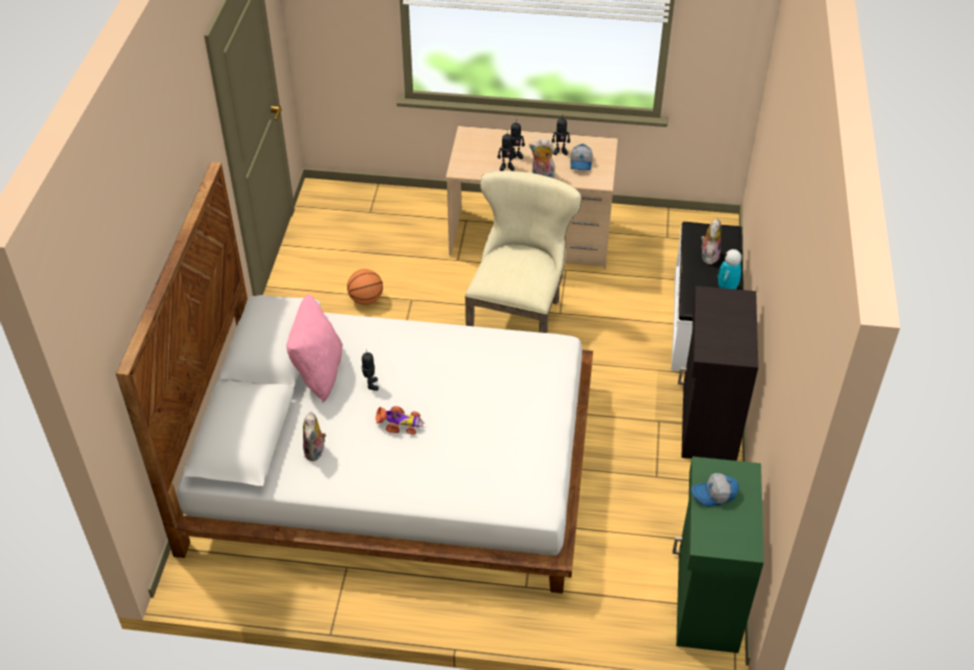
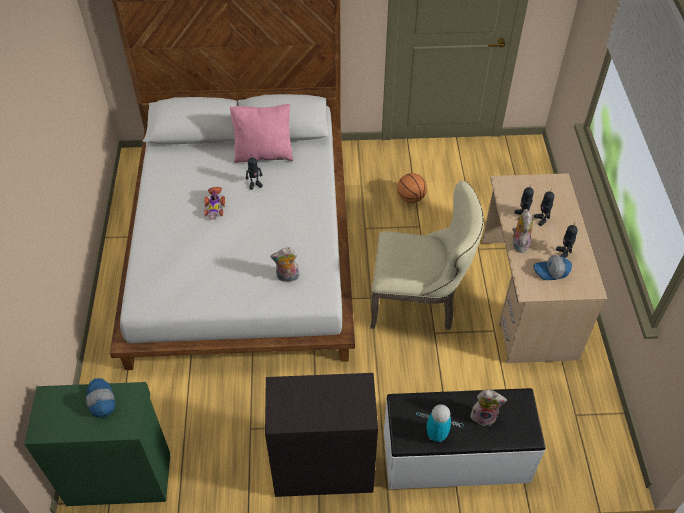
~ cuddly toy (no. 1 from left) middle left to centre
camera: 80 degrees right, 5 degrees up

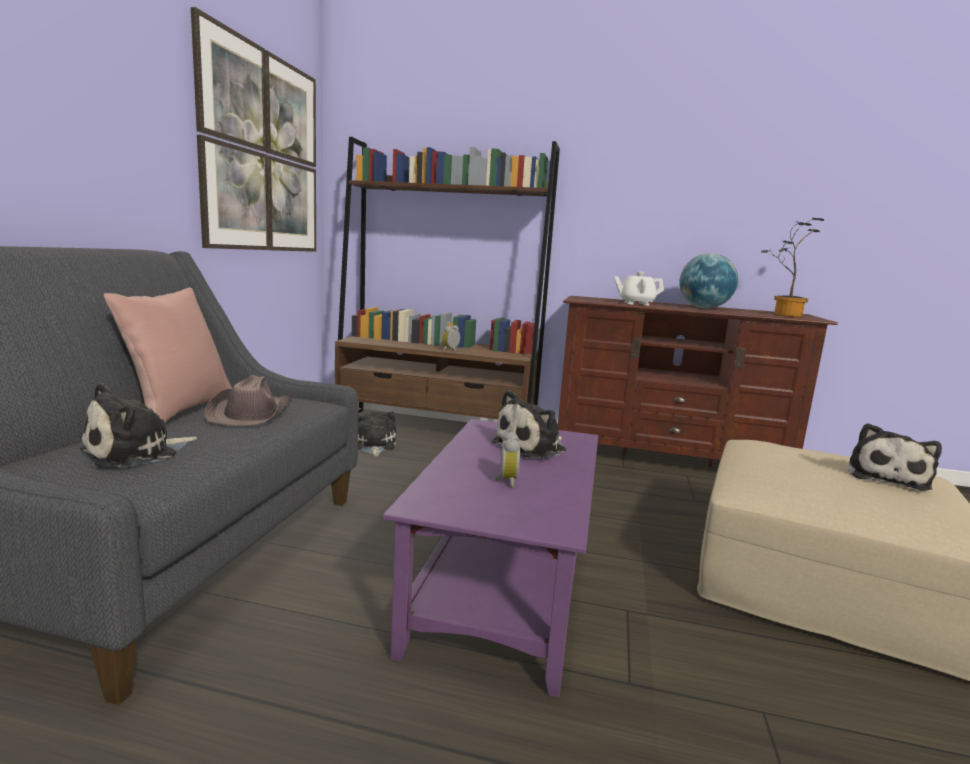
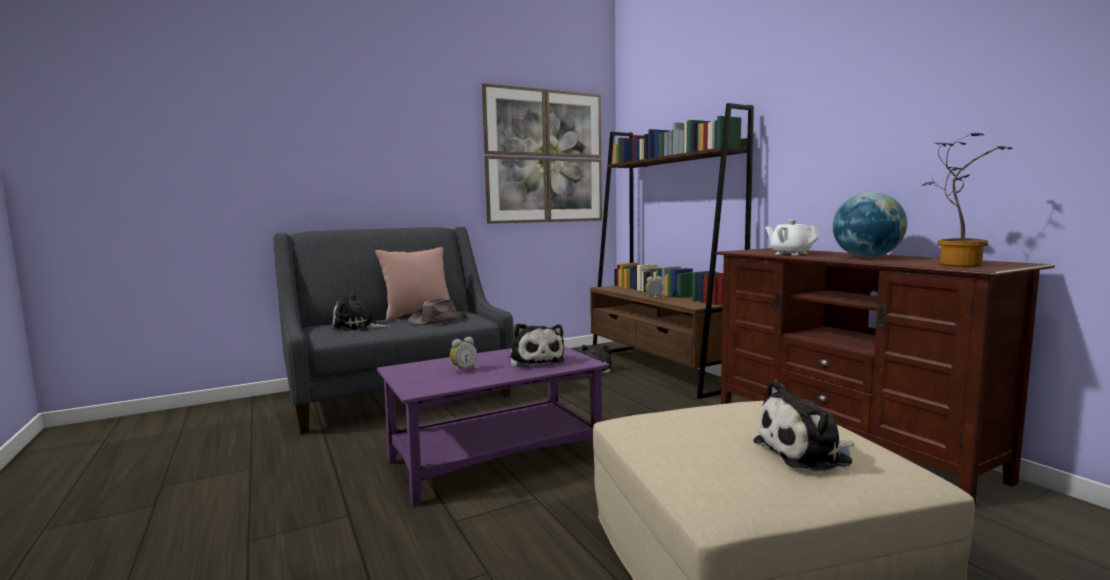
~ cuddly toy (no. 3 from left in the first image) centre = centre 120 degrees counterclockwise
camera: 50 degrees right, 5 degrees down

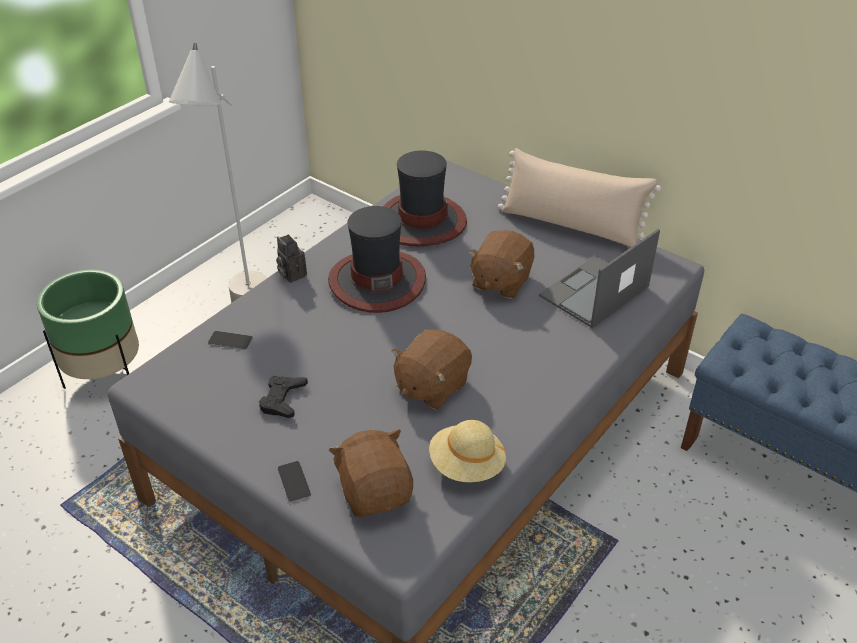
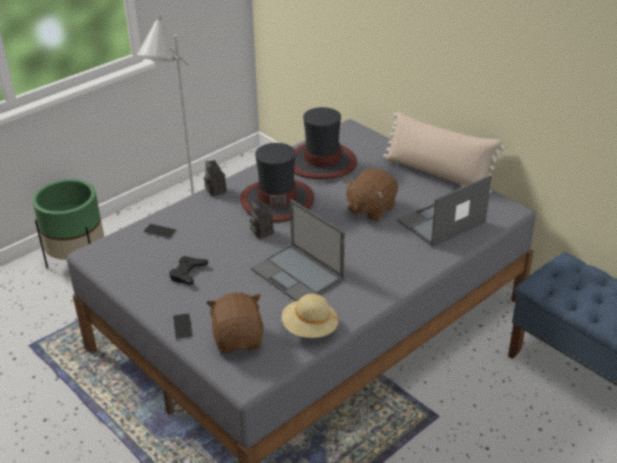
~ cuddly toy in brownish (no. 2 from left) centre to laptop (no. 1 from left) centre
+ photo camera (no. 2 from left) centre
camera: 10 degrees right, 5 degrees down

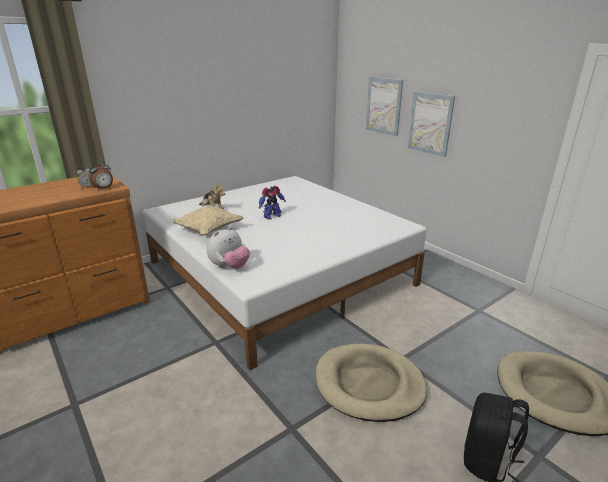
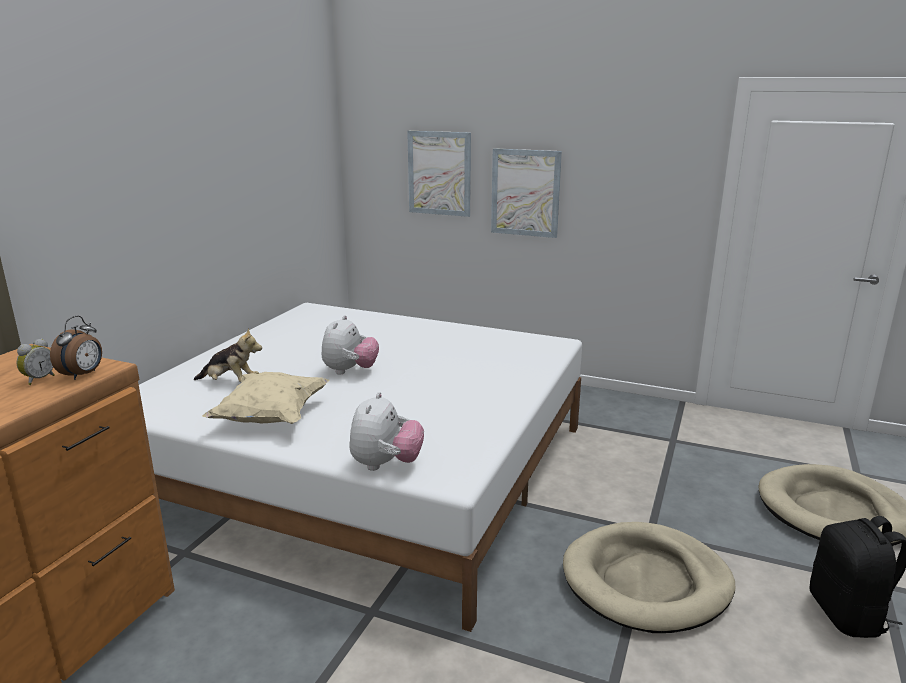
~ toy robot centre to cuddly toy (no. 2 from left) centre
camera: 30 degrees left, 5 degrees down

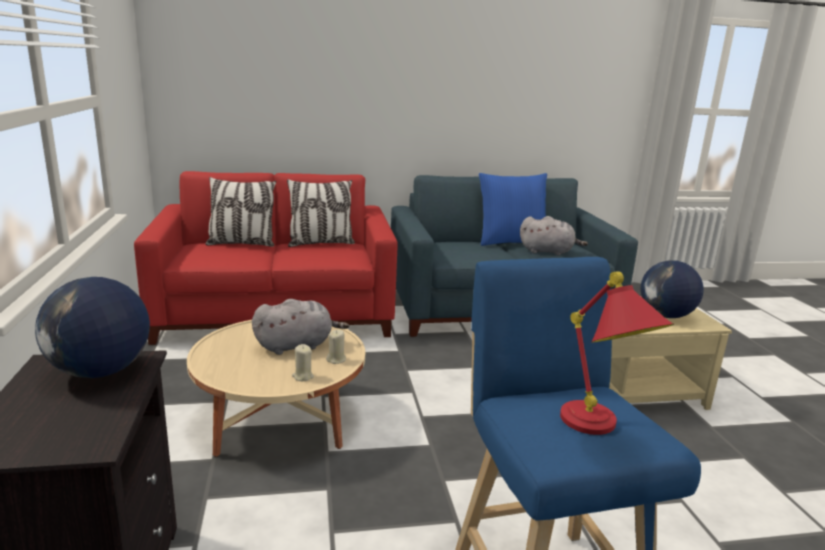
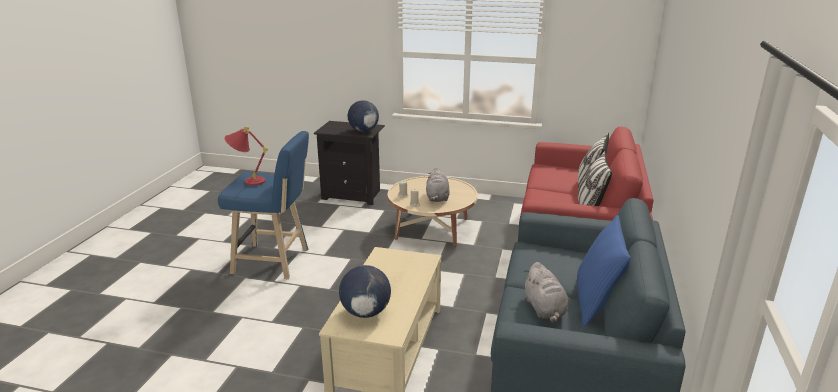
~ cuddly toy in grey (no. 2 from left) middle right = bottom centre 45 degrees counterclockwise
camera: 115 degrees right, 5 degrees up

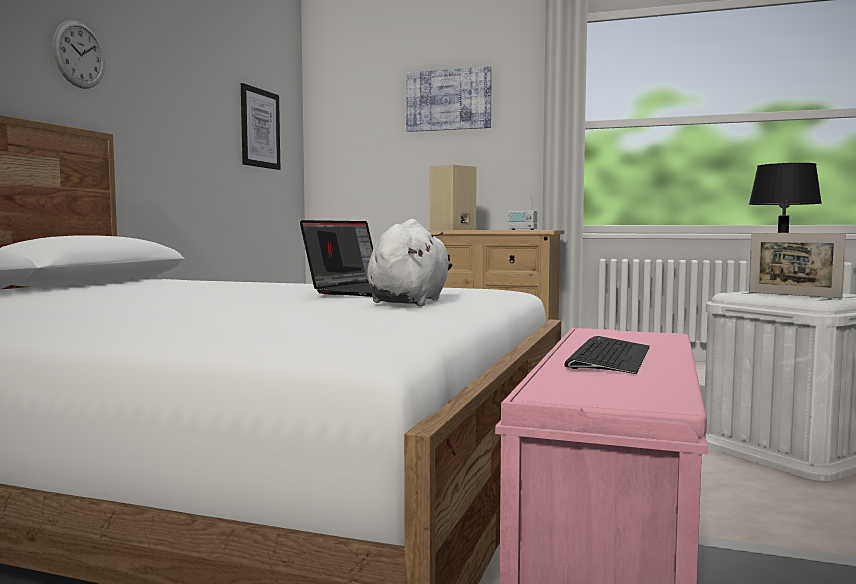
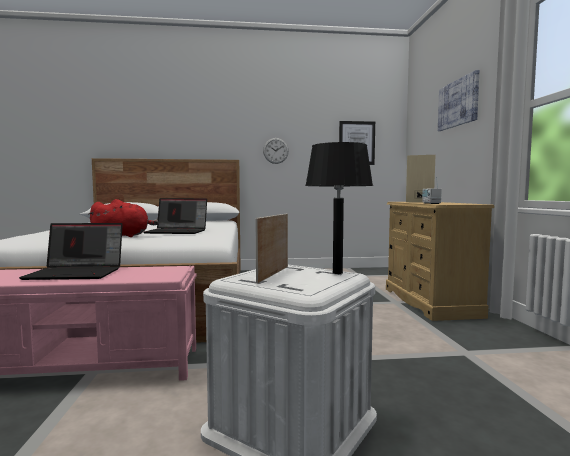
~ wall clock top left to top centre
~ cuddly toy in white-coloured centre to cuddly toy in red-coloured middle left
~ PC keyboard middle right to laptop (no. 1 from left) middle left
camera: 65 degrees right, 0 degrees up

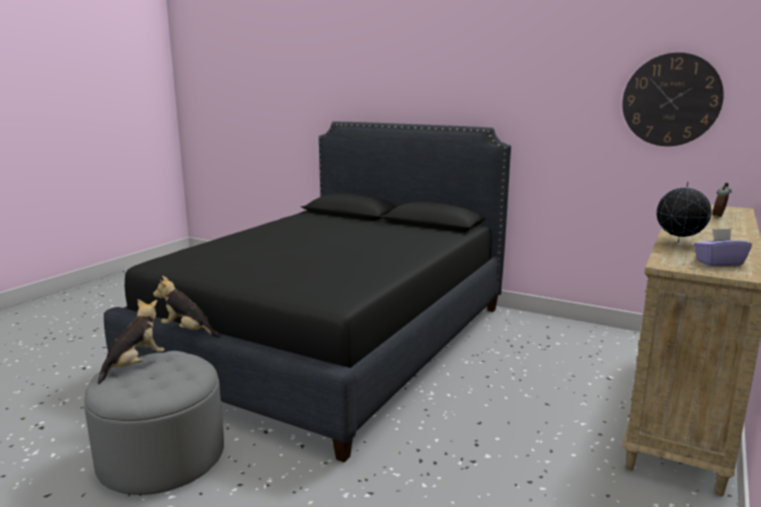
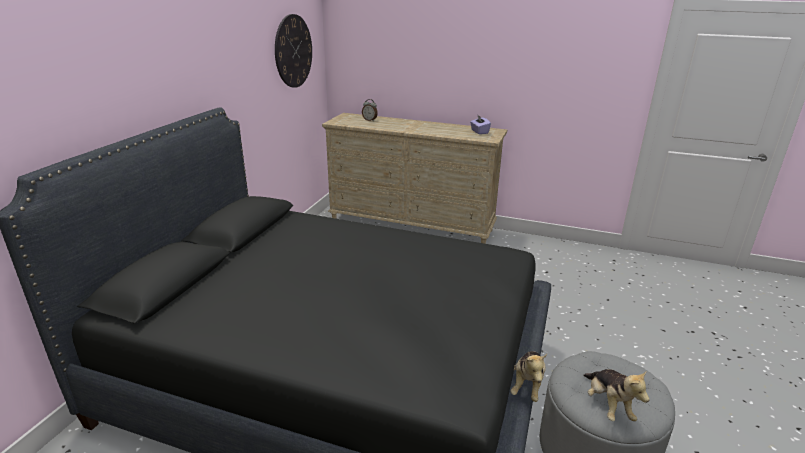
~ cuddly toy (no. 1 from left in the first image) bottom left = bottom right 120 degrees counterclockwise
- world globe middle right
camera: 100 degrees left, 10 degrees up

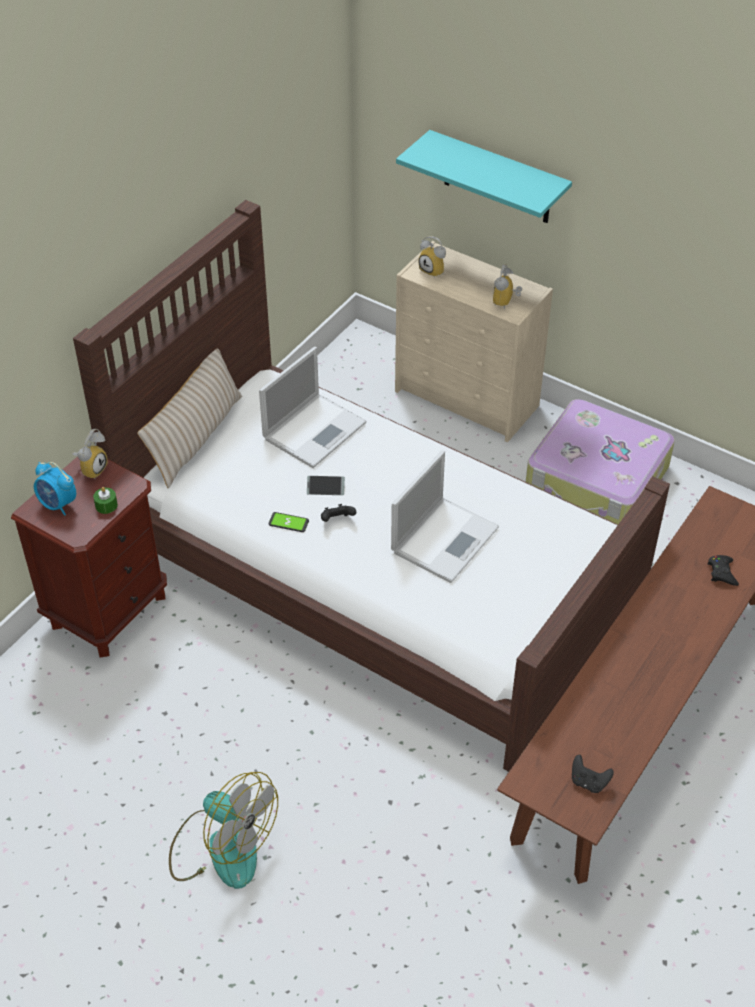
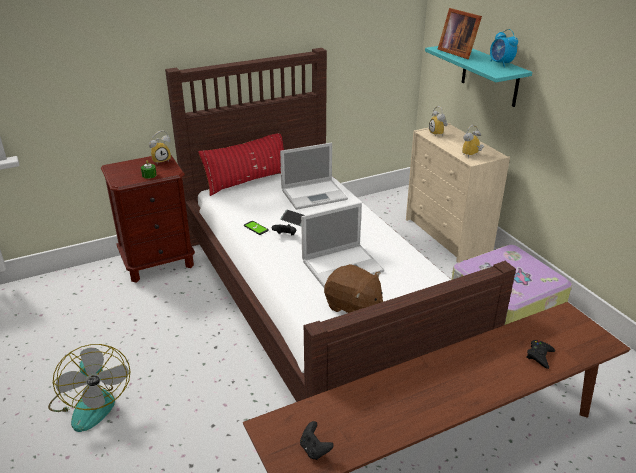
~ alarm clock (no. 1 from left in the first image) middle left to alarm clock (no. 4 from left) top right
~ throw pillow in beige middle left to throw pillow in red-coloured centre
+ cuddly toy in brownish centre
+ photo frame top right
camera: 30 degrees right, 15 degrees down

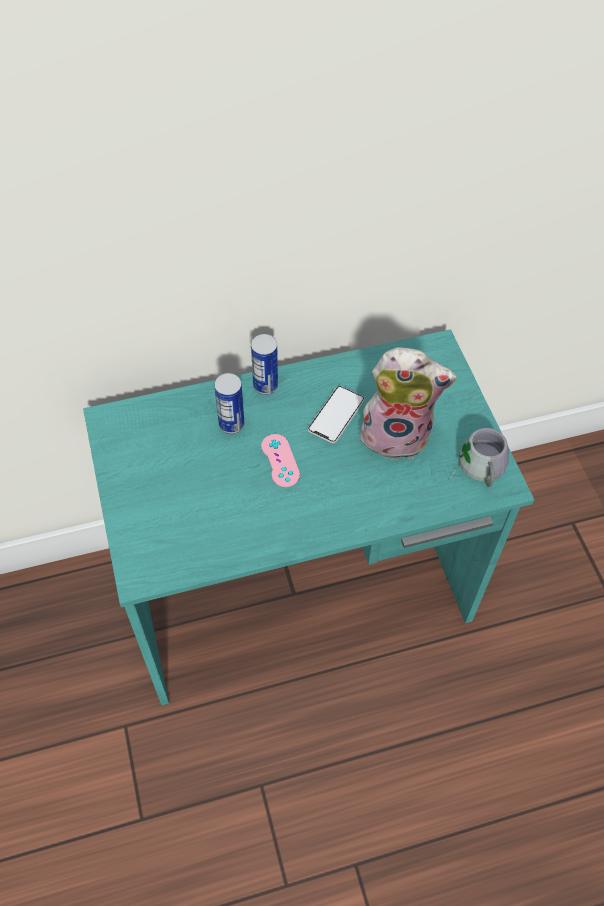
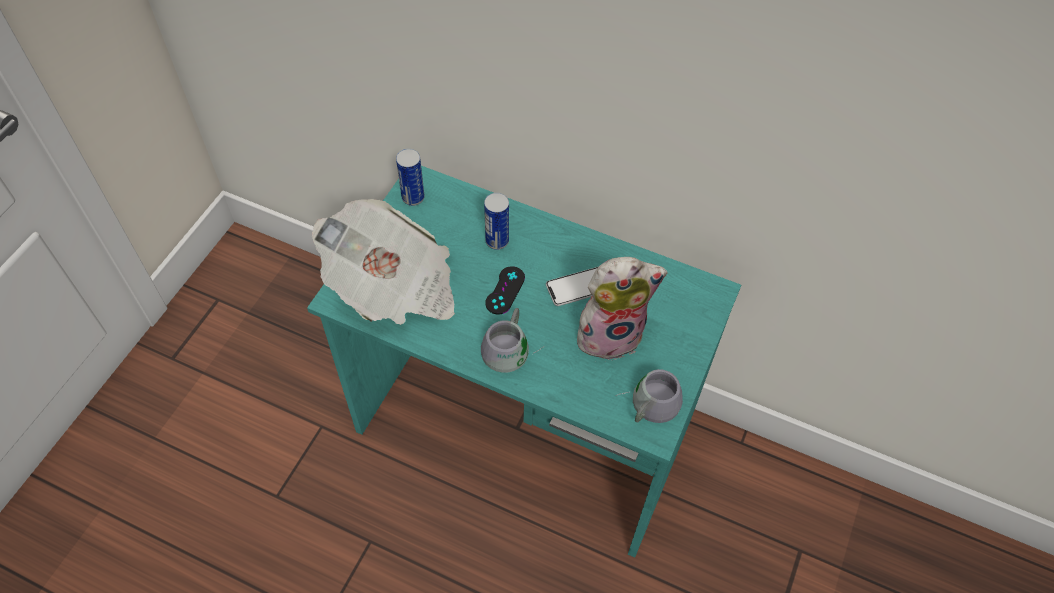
~ sealed can (no. 2 from left in the first image) centre to sealed can (no. 1 from left) top centre
~ game controller in pinkish centre to game controller in black-coloured centre
~ cuddly toy middle right = centre 60 degrees counterclockwise
+ daily paper centre
+ mug in grey (no. 1 from left) centre
camera: 40 degrees right, 0 degrees up

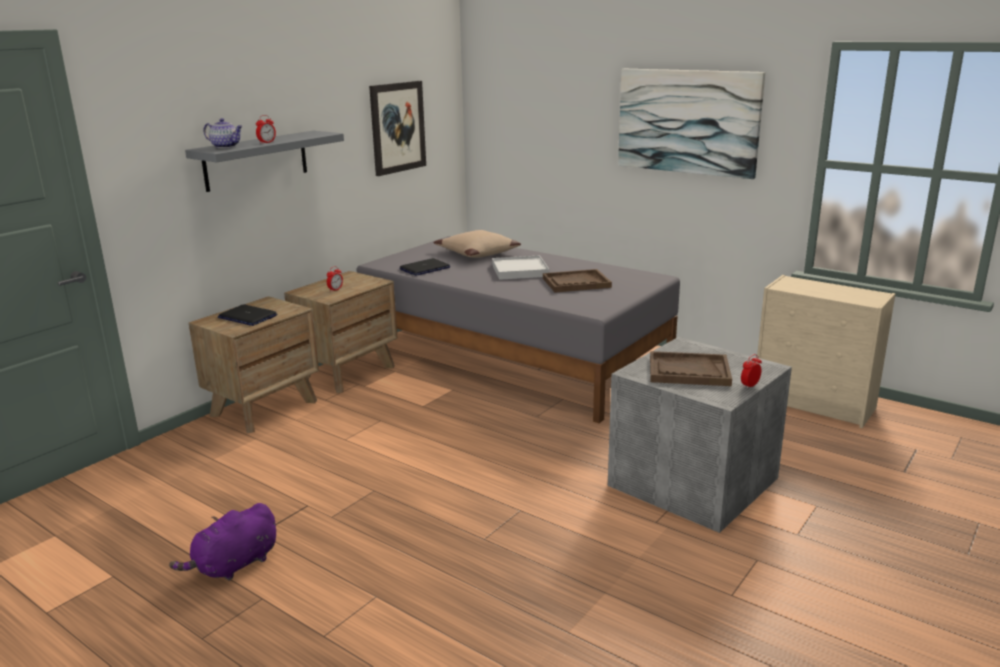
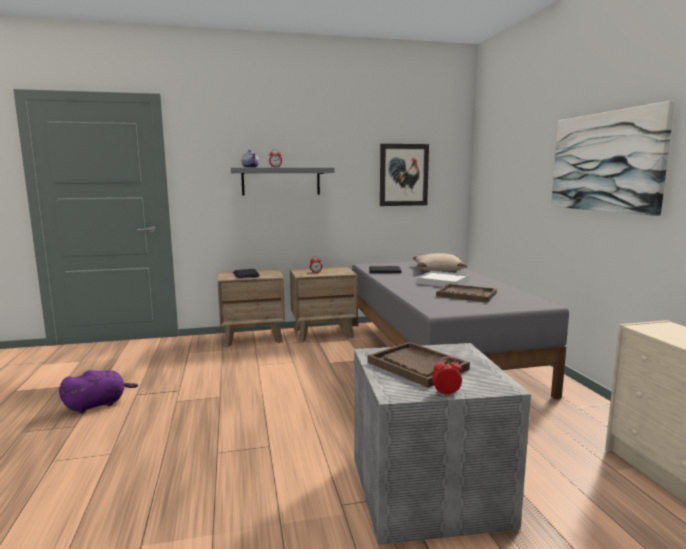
~ cuddly toy in purple bottom left = bottom left 150 degrees clockwise
camera: 40 degrees right, 10 degrees down

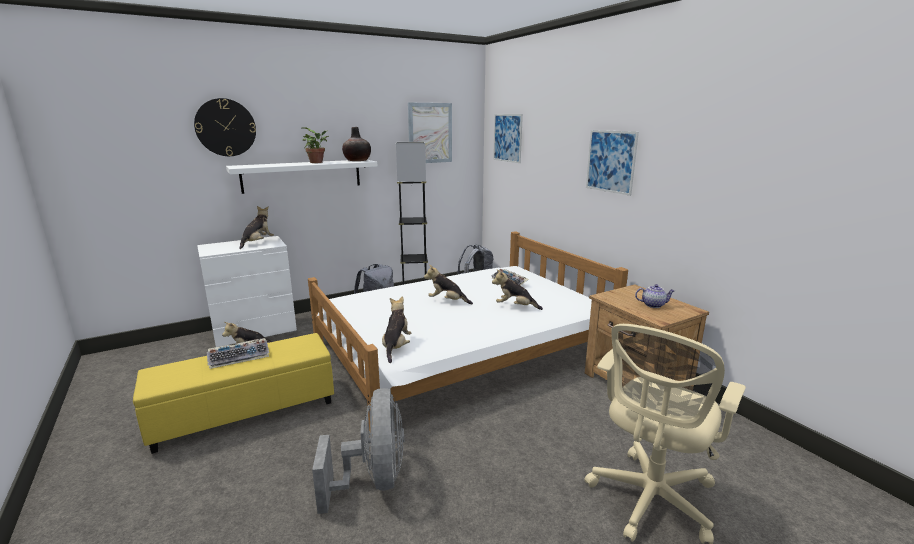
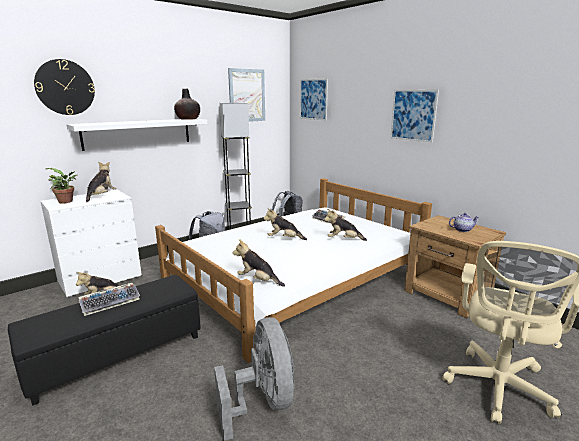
~ pouffe in yellow bottom left to pouffe in black-coloured bottom left
~ houseplant top centre to middle left
~ cuddly toy (no. 3 from left) centre = centre 60 degrees counterclockwise
camera: 10 degrees left, 0 degrees up

